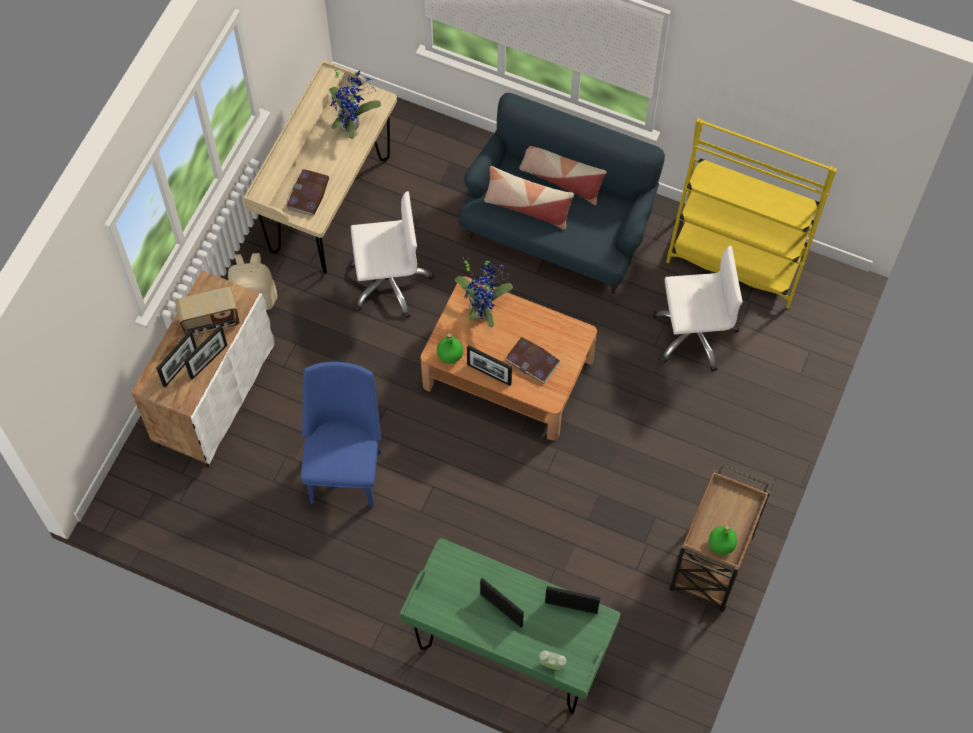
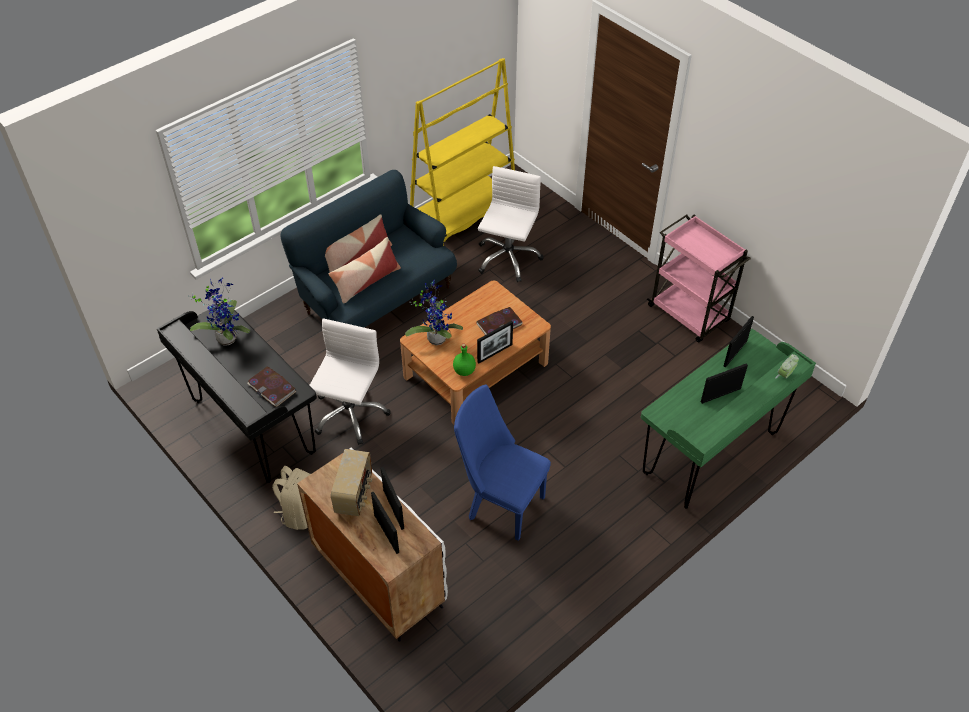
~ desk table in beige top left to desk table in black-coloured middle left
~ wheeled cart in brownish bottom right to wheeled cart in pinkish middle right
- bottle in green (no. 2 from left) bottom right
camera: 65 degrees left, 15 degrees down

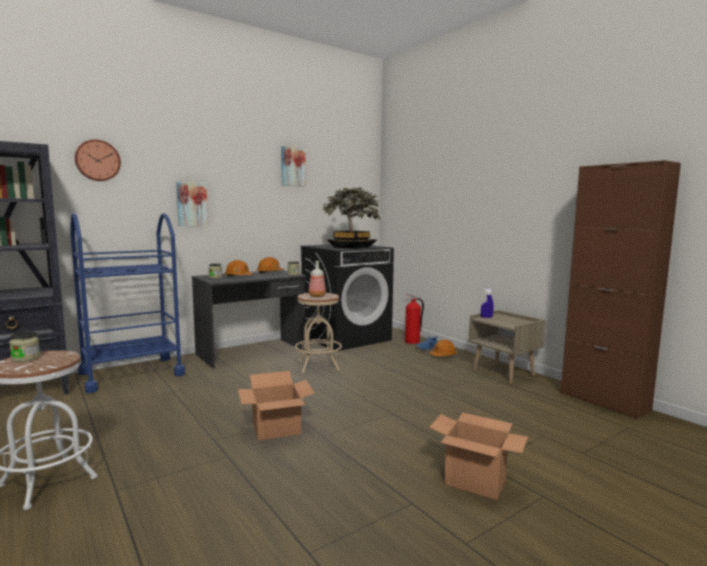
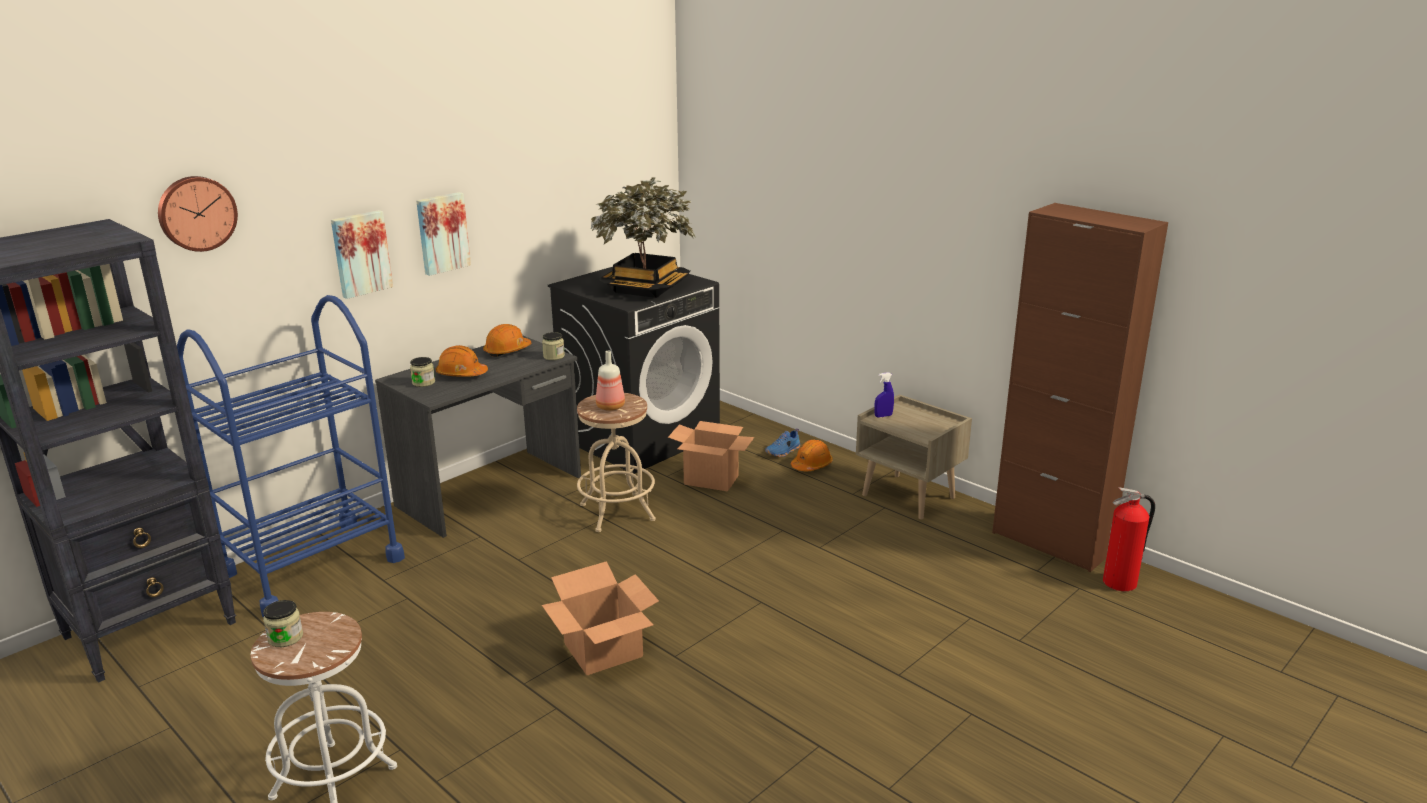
~ wall art (no. 2 from left) top centre to top left
~ fire-fighting cylinder centre to bottom right
~ cardboard box (no. 2 from left) bottom right to centre
camera: 10 degrees left, 15 degrees up

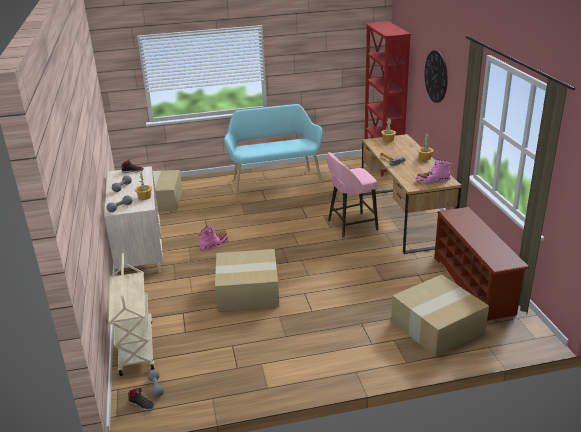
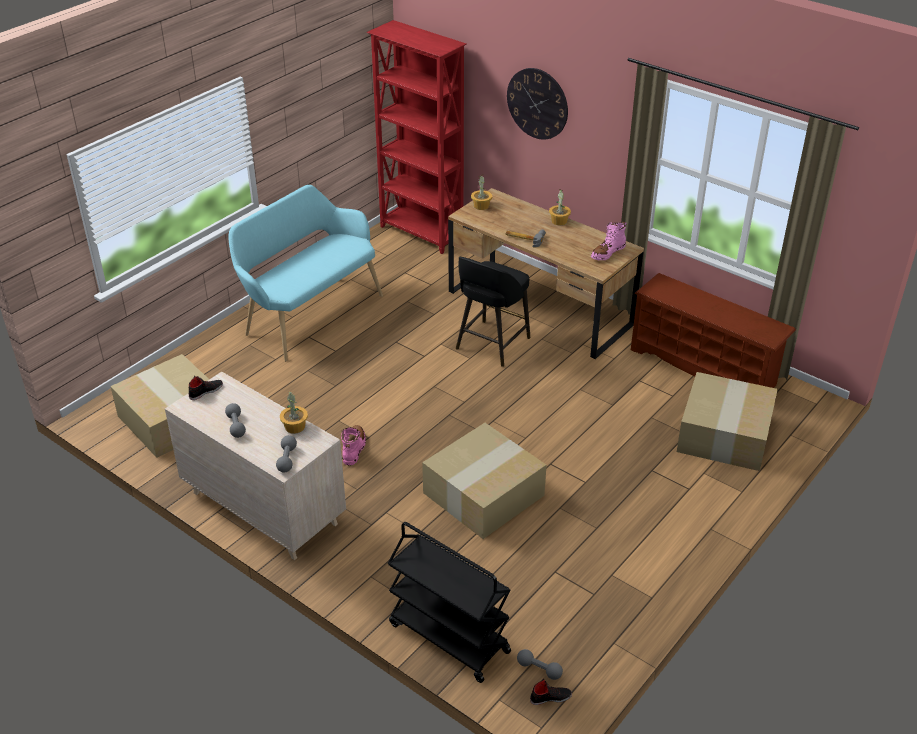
~ wheeled cart in beige bottom left to wheeled cart in black-coloured bottom centre
~ stool in pinkish centre to stool in black-coloured centre
camera: 40 degrees left, 10 degrees up

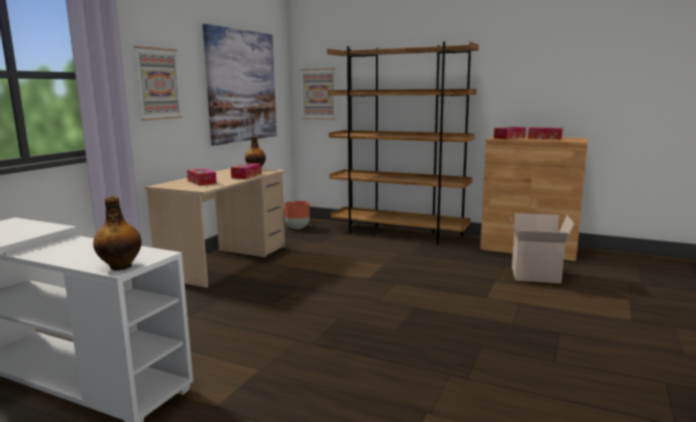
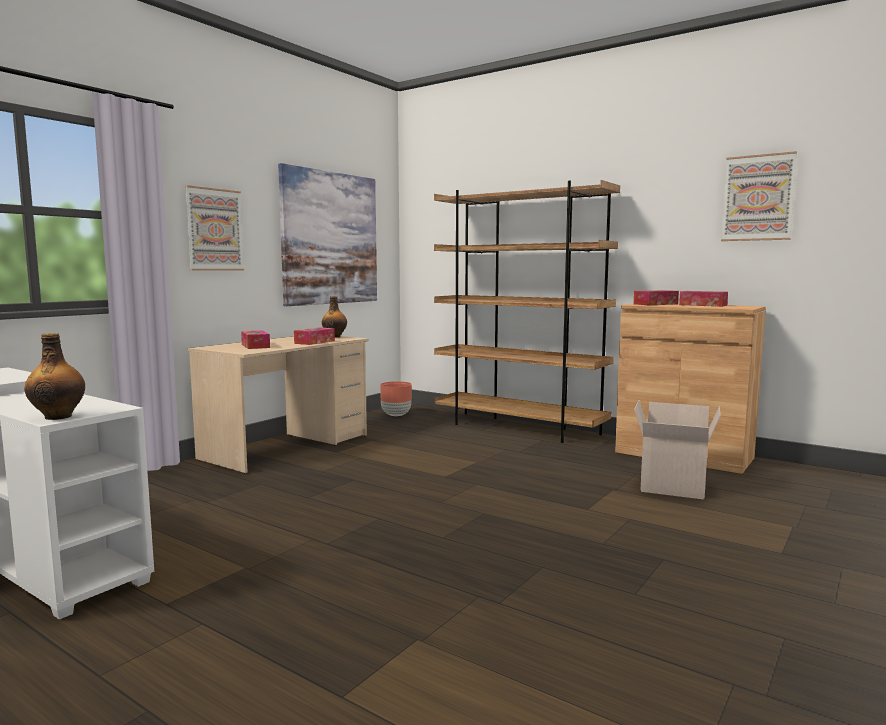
~ wall art (no. 3 from left) top centre to top right
camera: 10 degrees right, 5 degrees down

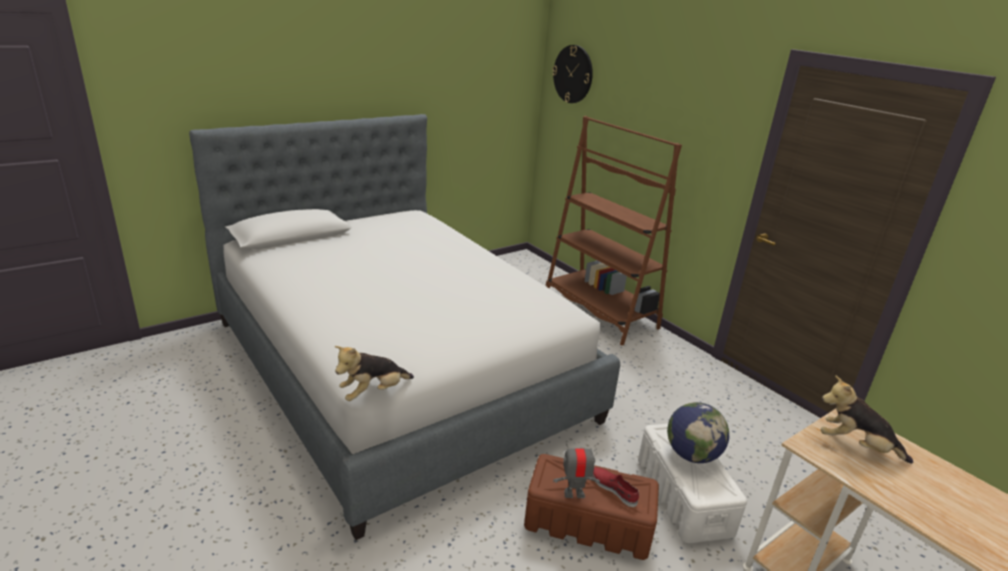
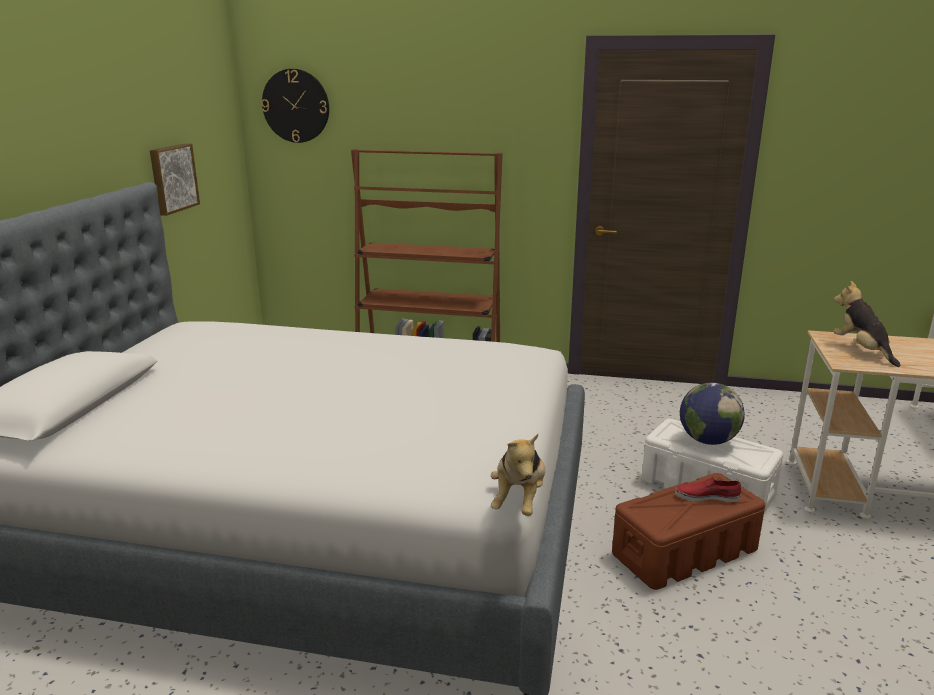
- toy robot bottom centre
~ cuddly toy (no. 2 from left) bottom right = middle right 90 degrees clockwise
+ wall art top left
camera: 40 degrees left, 5 degrees down

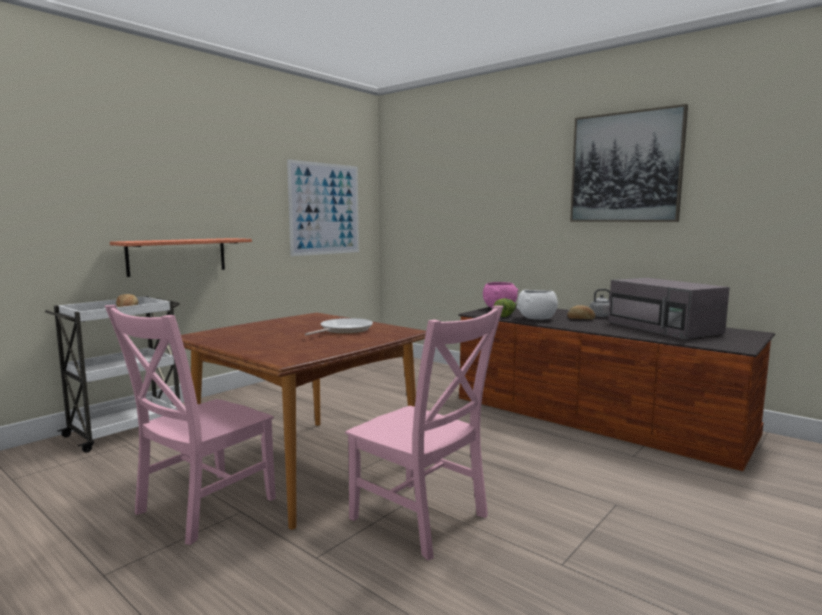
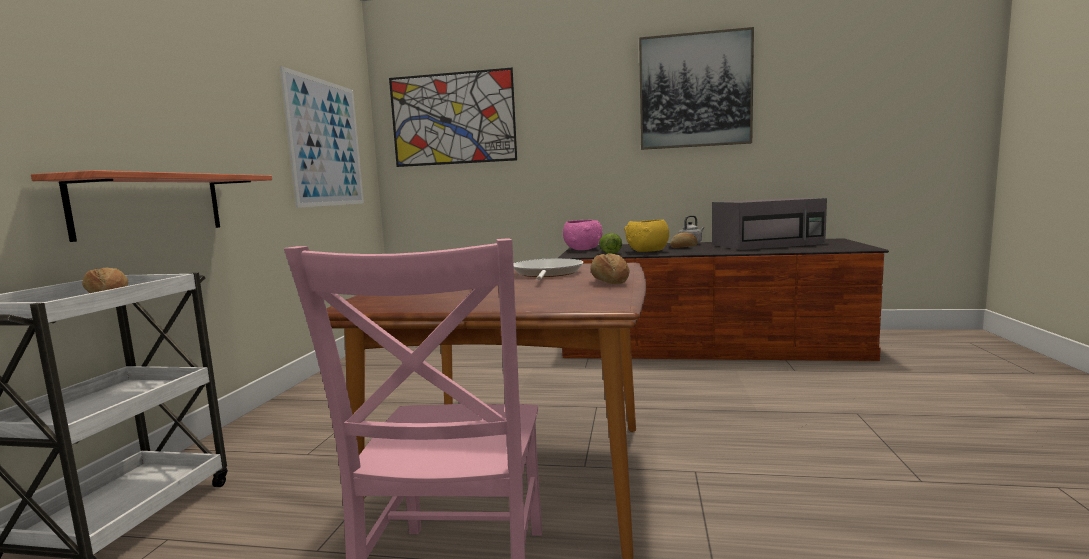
- plain chair in pinkish (no. 2 from left) bottom centre
~ deep dish in white-coloured centre to deep dish in yellow centre
~ microwave in grey middle right = middle right 45 degrees counterclockwise
+ wall art (no. 2 from left) top centre
+ bread (no. 2 from left) centre
camera: 30 degrees left, 0 degrees up

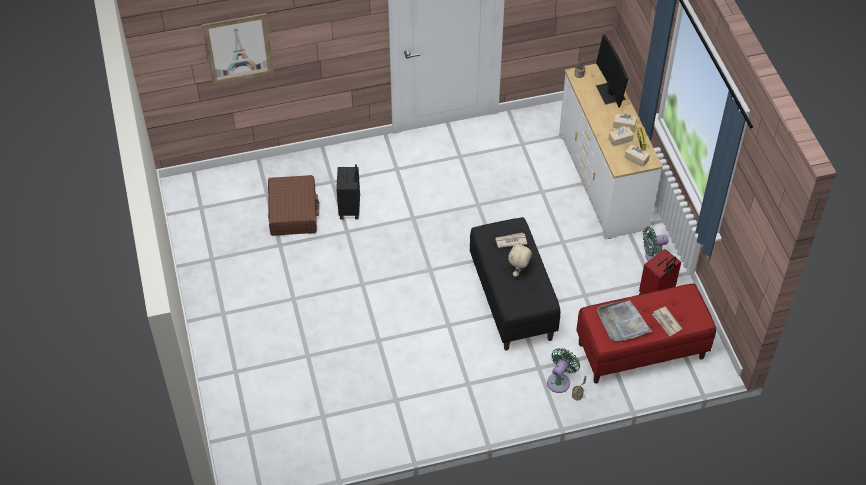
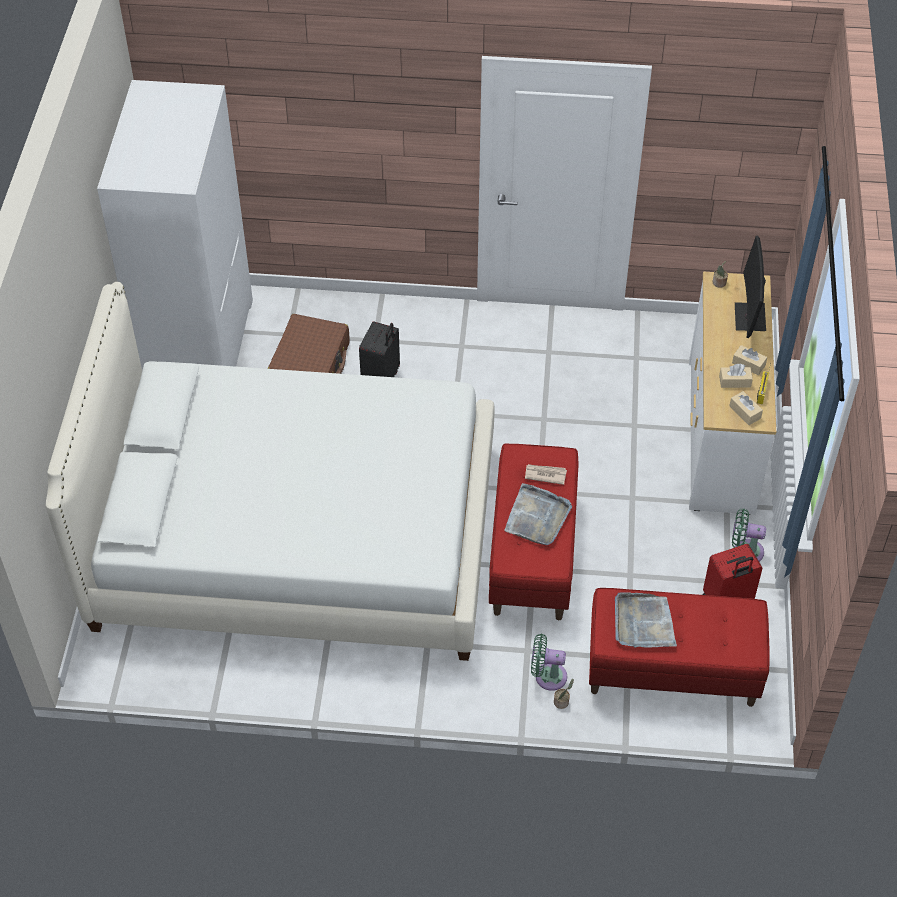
- wall art top left
~ bench in black-coloured centre to bench in red-coloured (no. 1 from left) centre
~ cuddly toy in beige centre to carrying tray in grey (no. 1 from left) centre
~ cooling fan in green (no. 1 from left) bottom centre = bottom centre 135 degrees counterclockwise
- daily paper (no. 2 from left) middle right
+ sleeping bed in white-coloured middle left
+ clothes cupboard in white-coloured top left
camera: 20 degrees right, 0 degrees up

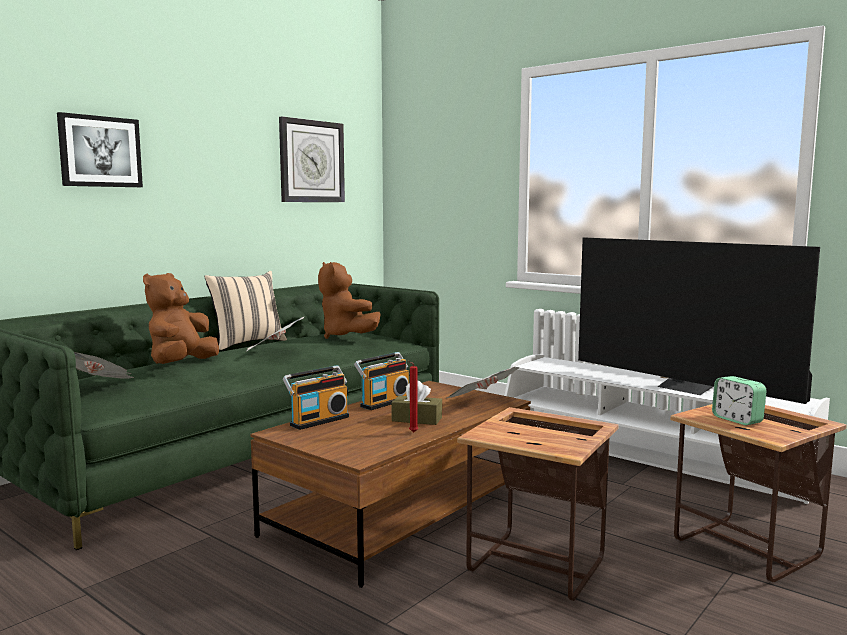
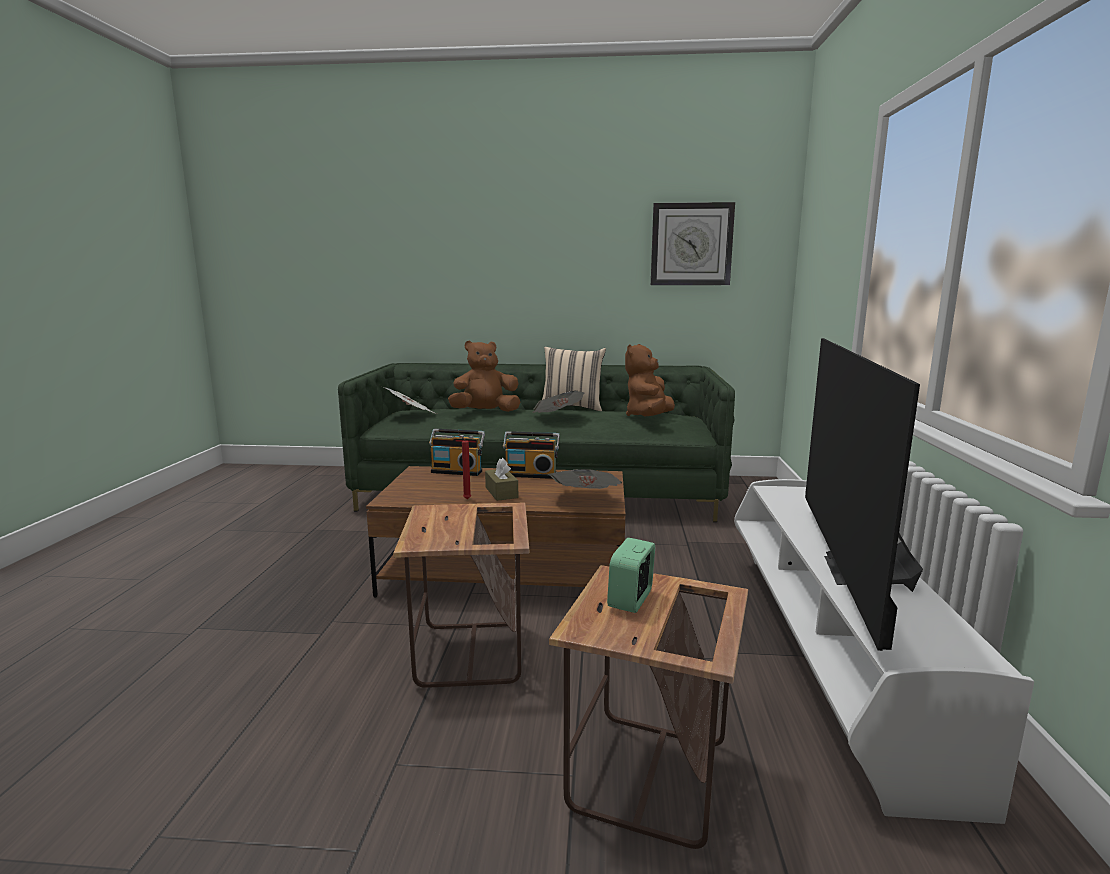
- wall art top left
camera: 55 degrees right, 5 degrees up

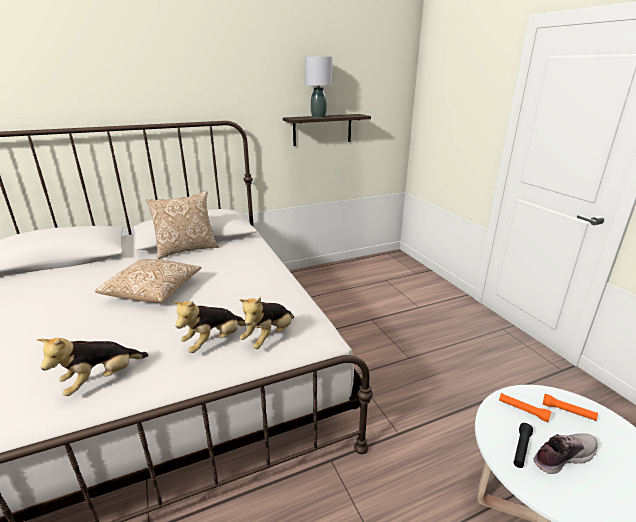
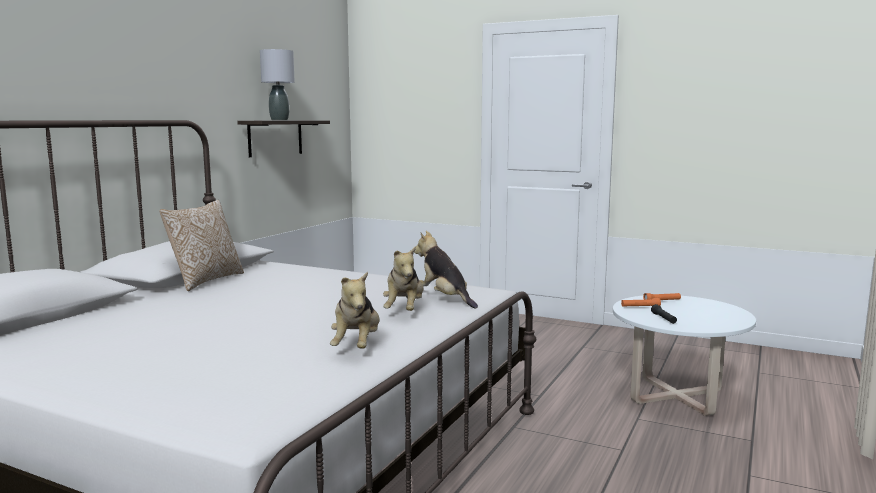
- throw pillow (no. 1 from left) middle left
~ cuddly toy (no. 3 from left) centre = centre 150 degrees clockwise
- shoe bottom right
camera: 40 degrees left, 15 degrees down

